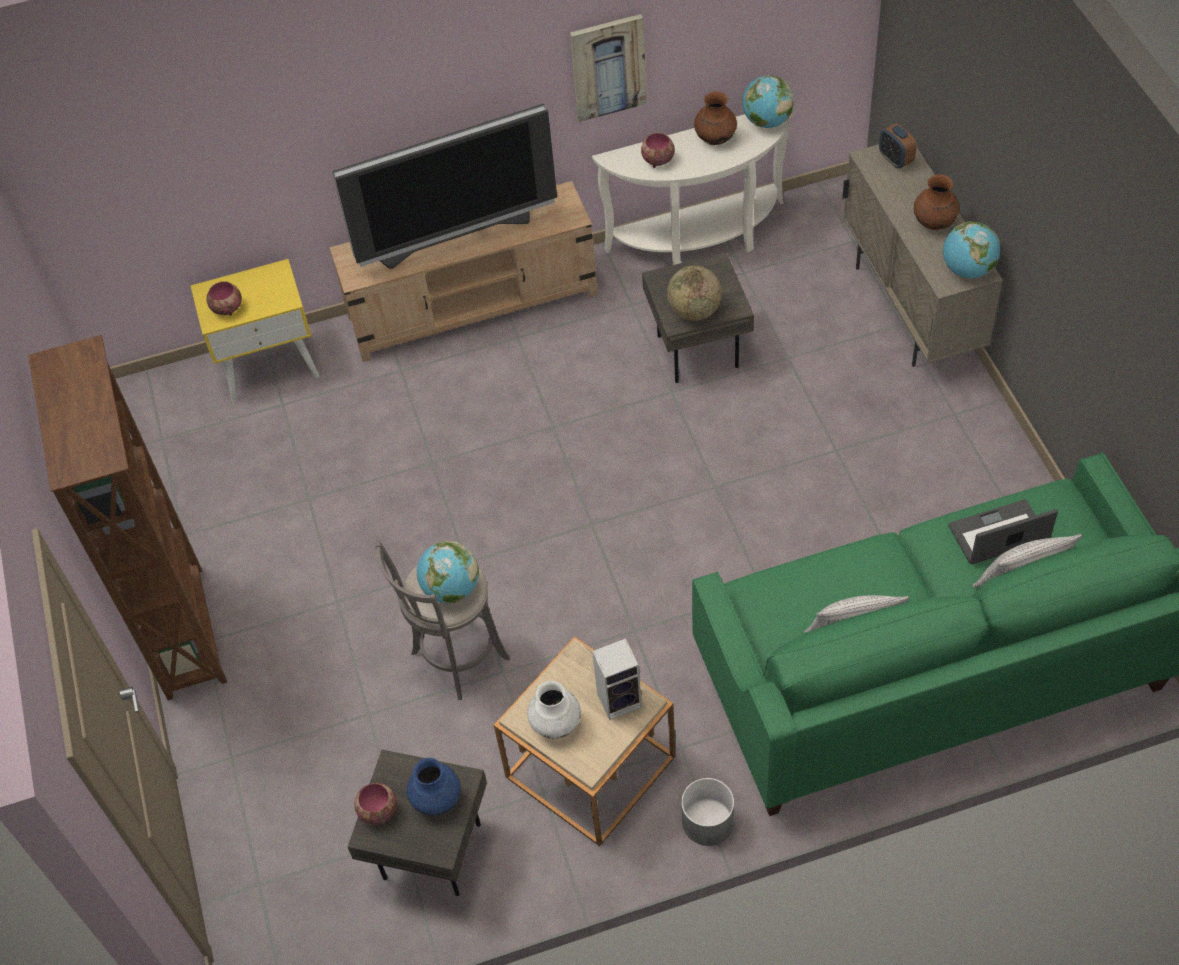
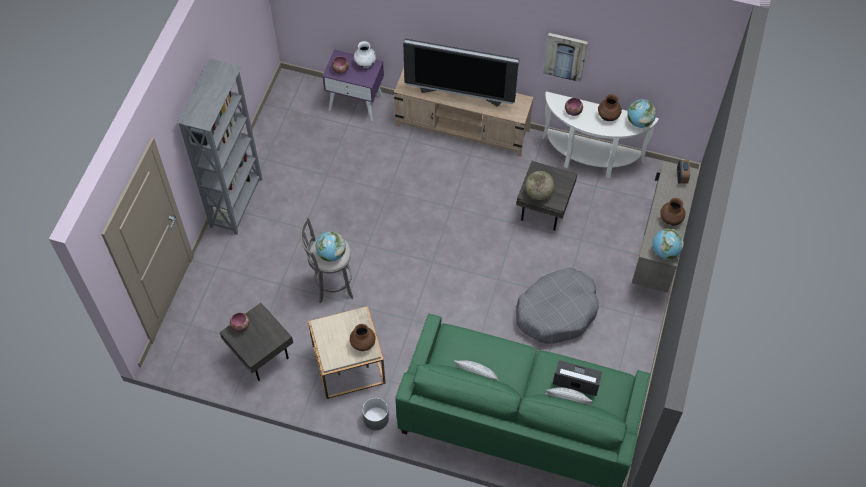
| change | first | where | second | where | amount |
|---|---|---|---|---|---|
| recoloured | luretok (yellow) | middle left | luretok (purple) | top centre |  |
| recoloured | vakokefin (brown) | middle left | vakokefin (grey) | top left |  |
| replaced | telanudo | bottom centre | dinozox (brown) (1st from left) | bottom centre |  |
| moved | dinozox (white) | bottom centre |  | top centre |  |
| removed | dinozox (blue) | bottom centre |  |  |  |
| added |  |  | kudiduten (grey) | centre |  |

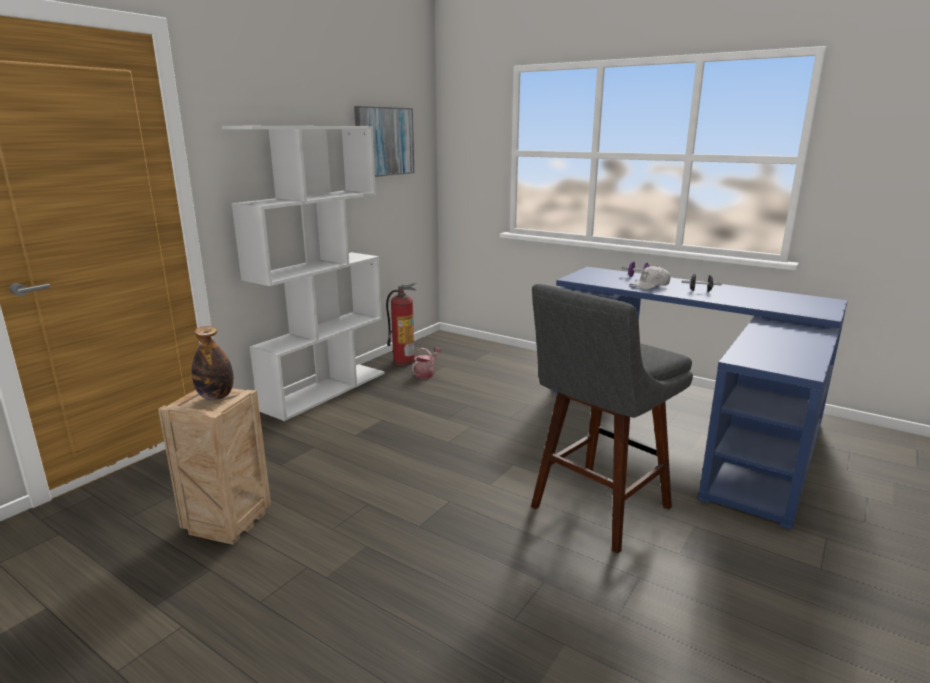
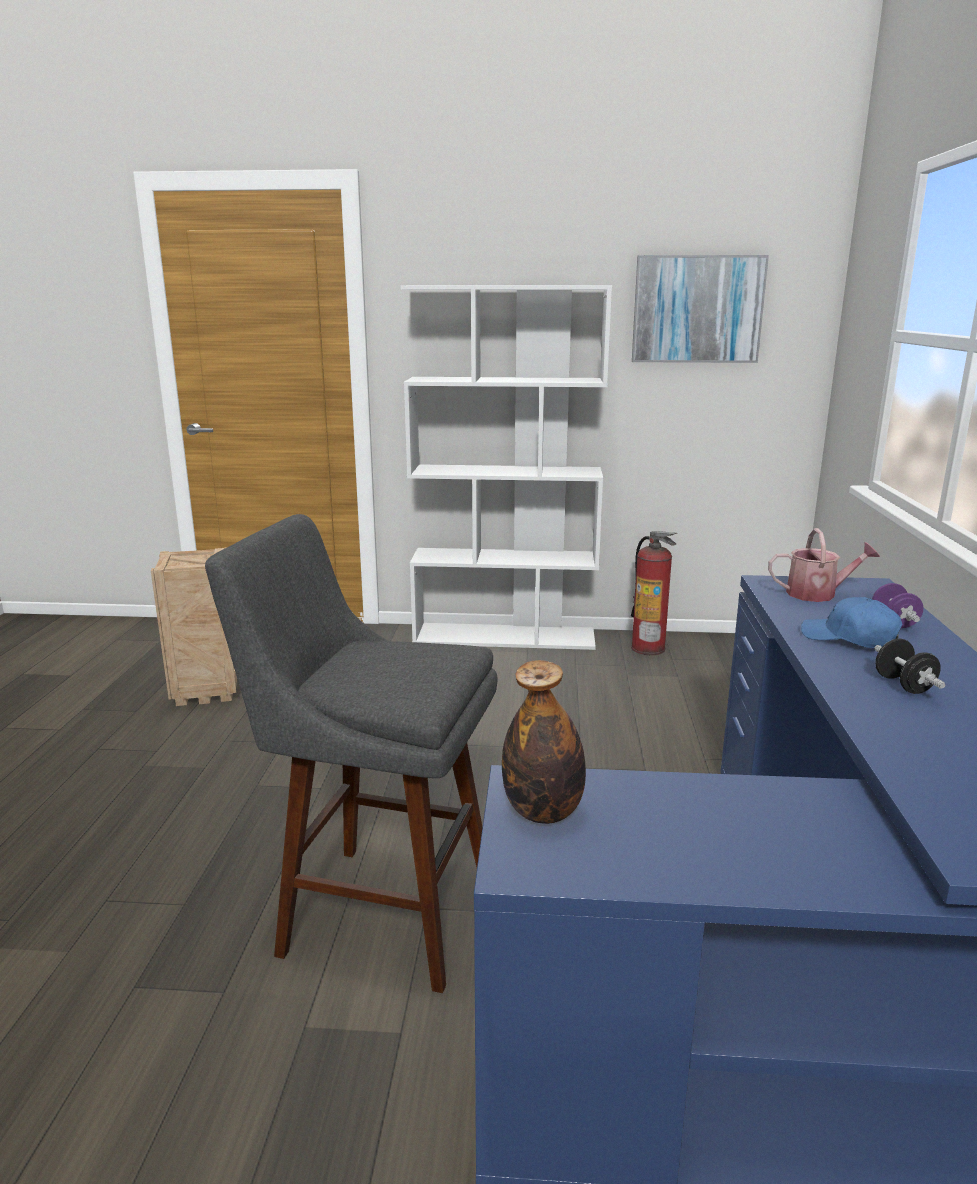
| change | first | where | second | where | amount |
|---|---|---|---|---|---|
| recoloured | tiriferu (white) | middle right | tiriferu (blue) | middle right |  |
| moved | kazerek | middle left |  | centre |  |
| moved | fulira | centre |  | middle right |  |

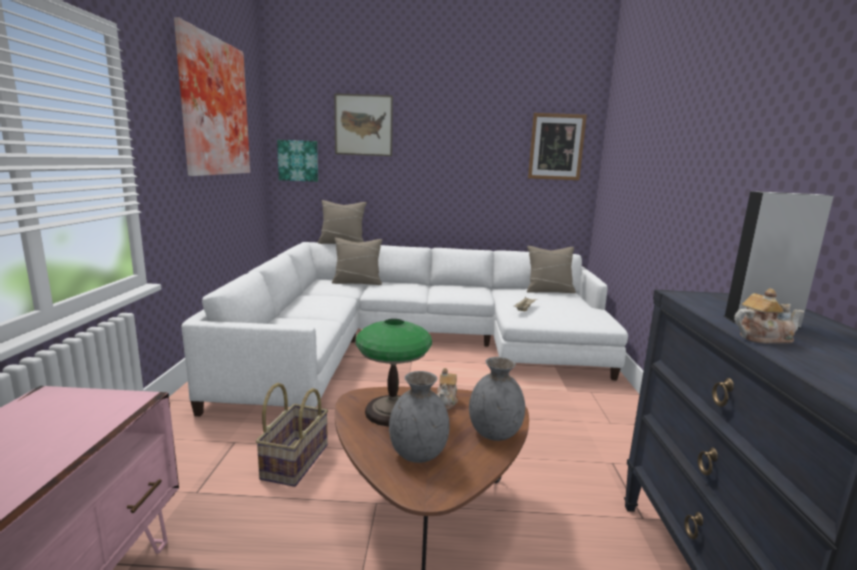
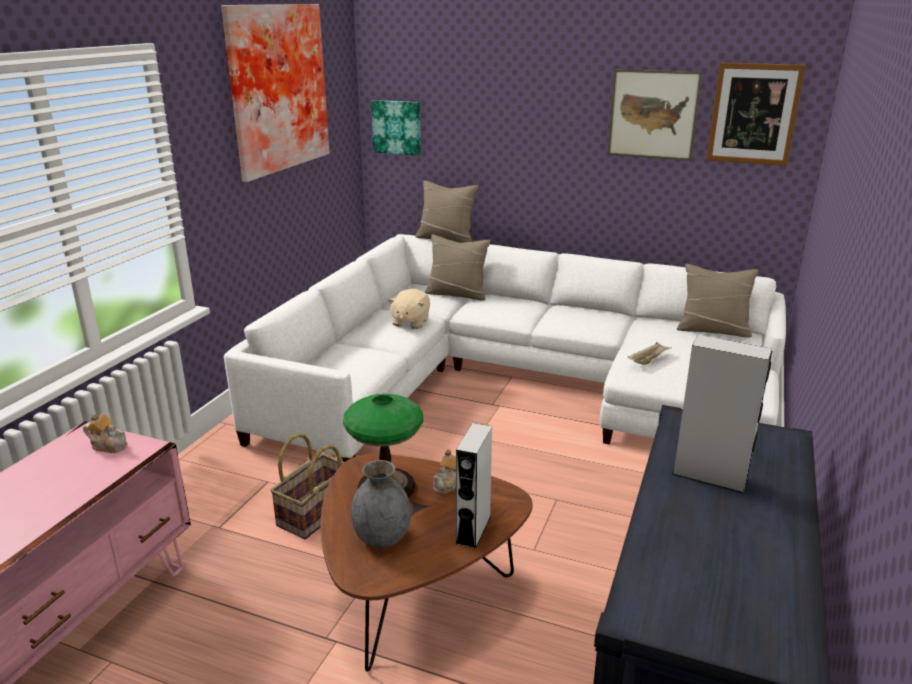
| change | first | where | second | where | amount |
|---|---|---|---|---|---|
| moved | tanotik (3rd from left) | top centre |  | top right |  |
| moved | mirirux (2nd from left in the first image) | middle right | mirirux (1st from left) | middle left |  |
| replaced | dinozox (grey) (2nd from left) | bottom centre | telanudo (grey) (1st from left) | bottom centre |  |
| added |  |  | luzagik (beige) | centre |  |

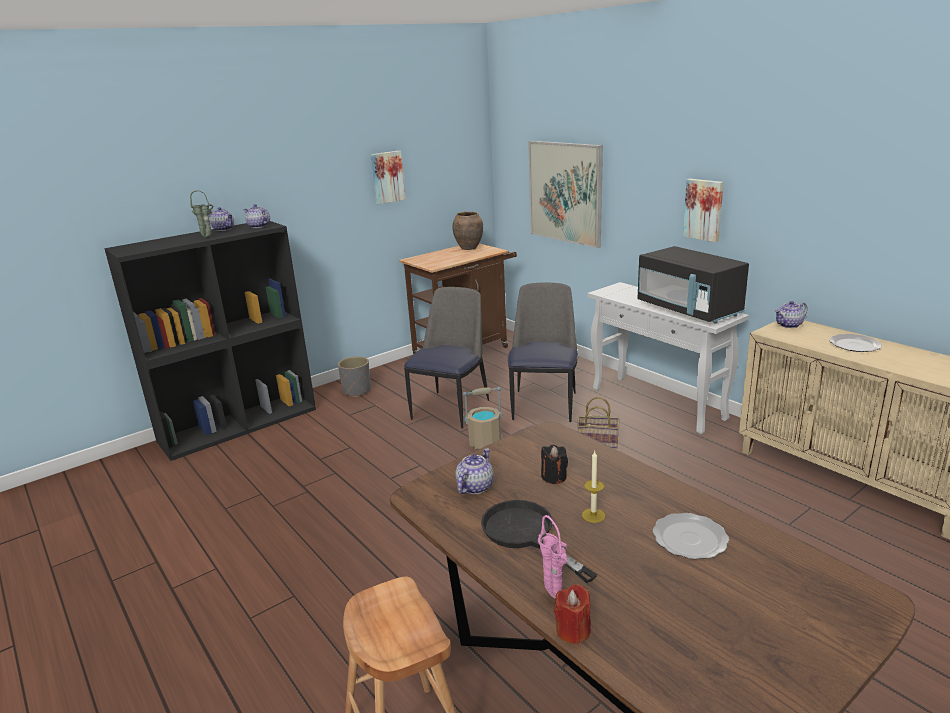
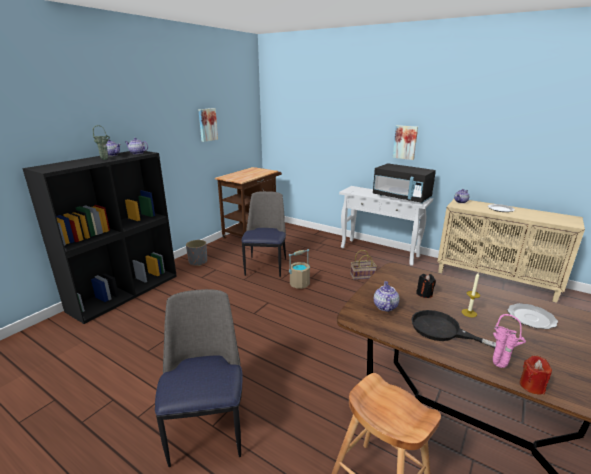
| change | first | where | second | where | amount |
|---|---|---|---|---|---|
| removed | tanotik (2nd from left) | top centre |  |  |  |
| removed | dinozox (brown) | top centre |  |  |  |
| moved | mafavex (2nd from left in the first image) | centre | mafavex (1st from left) | bottom centre |  |

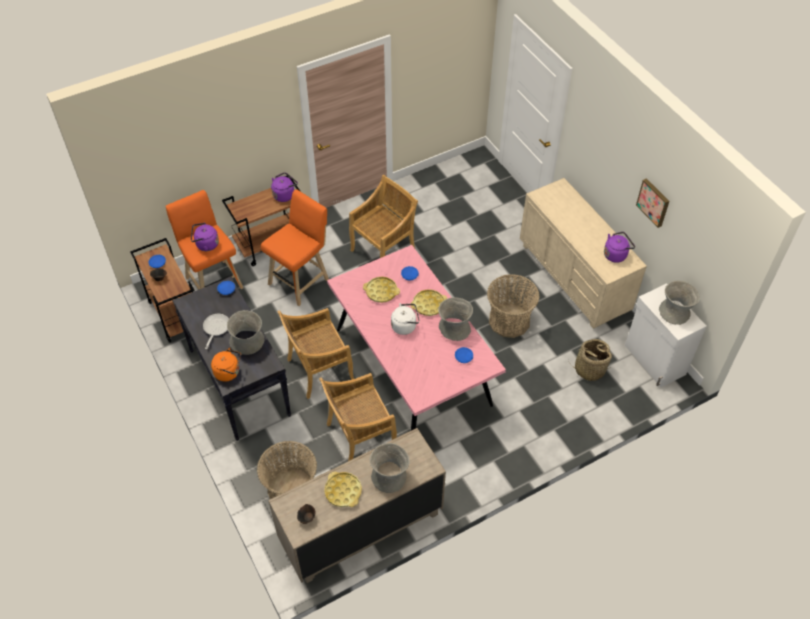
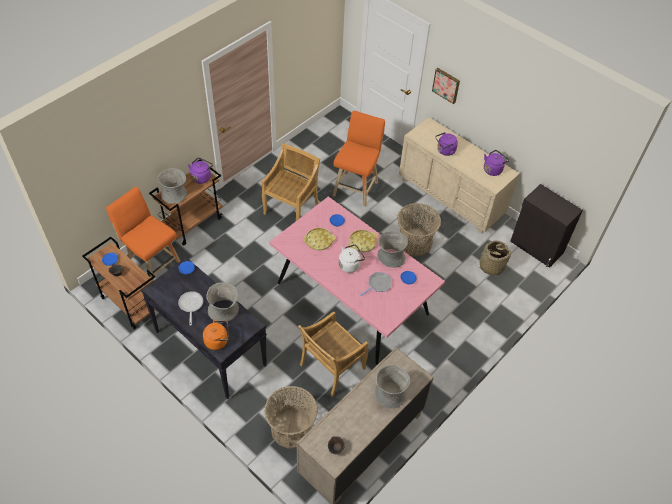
| change | first | where | second | where | amount |
|---|---|---|---|---|---|
| moved | tanotik | top right |  | top centre |  |
| moved | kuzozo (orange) (2nd from left) | centre |  | top centre |  |
| moved | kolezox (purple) (1st from left in the first image) | middle left | kolezox (purple) (2nd from left) | top centre |  |
| moved | dinozox (grey) (4th from left in the first image) | middle right | dinozox (grey) (1st from left) | middle left |  |
| recoloured | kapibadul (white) | middle right | kapibadul (black) | middle right |  |
| removed | mafavex (beige) (1st from left) | centre |  |  |  |
| removed | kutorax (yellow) (1st from left) | bottom centre |  |  |  |
| added |  |  | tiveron (2nd from left) | centre |  |

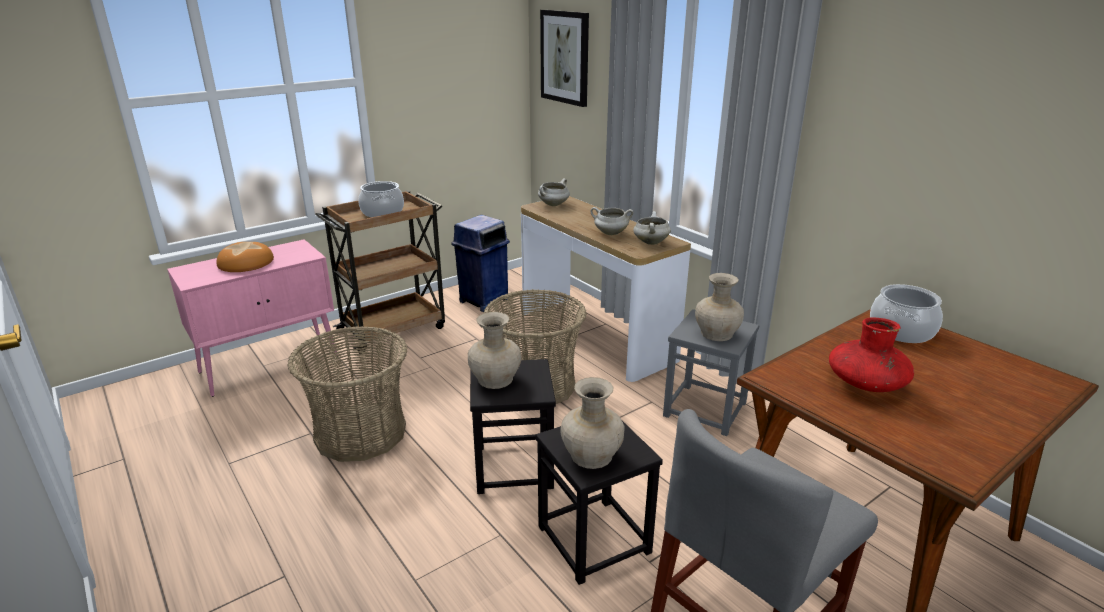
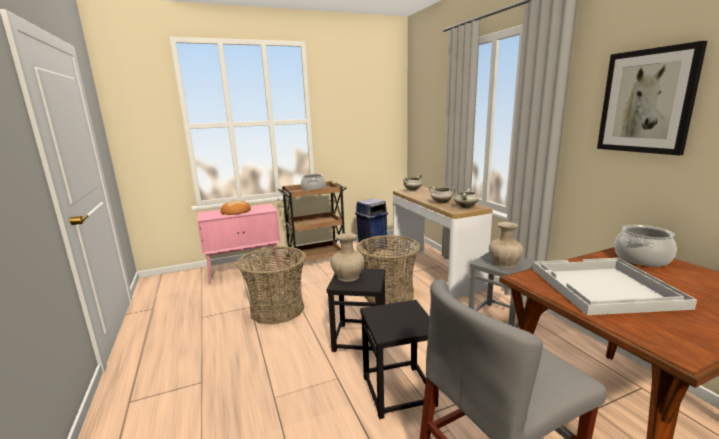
| change | first | where | second | where | amount |
|---|---|---|---|---|---|
| moved | tanotik | top centre |  | top right |  |
| replaced | dinozox (red) | middle right | kutorax (white) | middle right |  |
| removed | dinozox (beige) (2nd from left) | bottom centre |  |  |  |

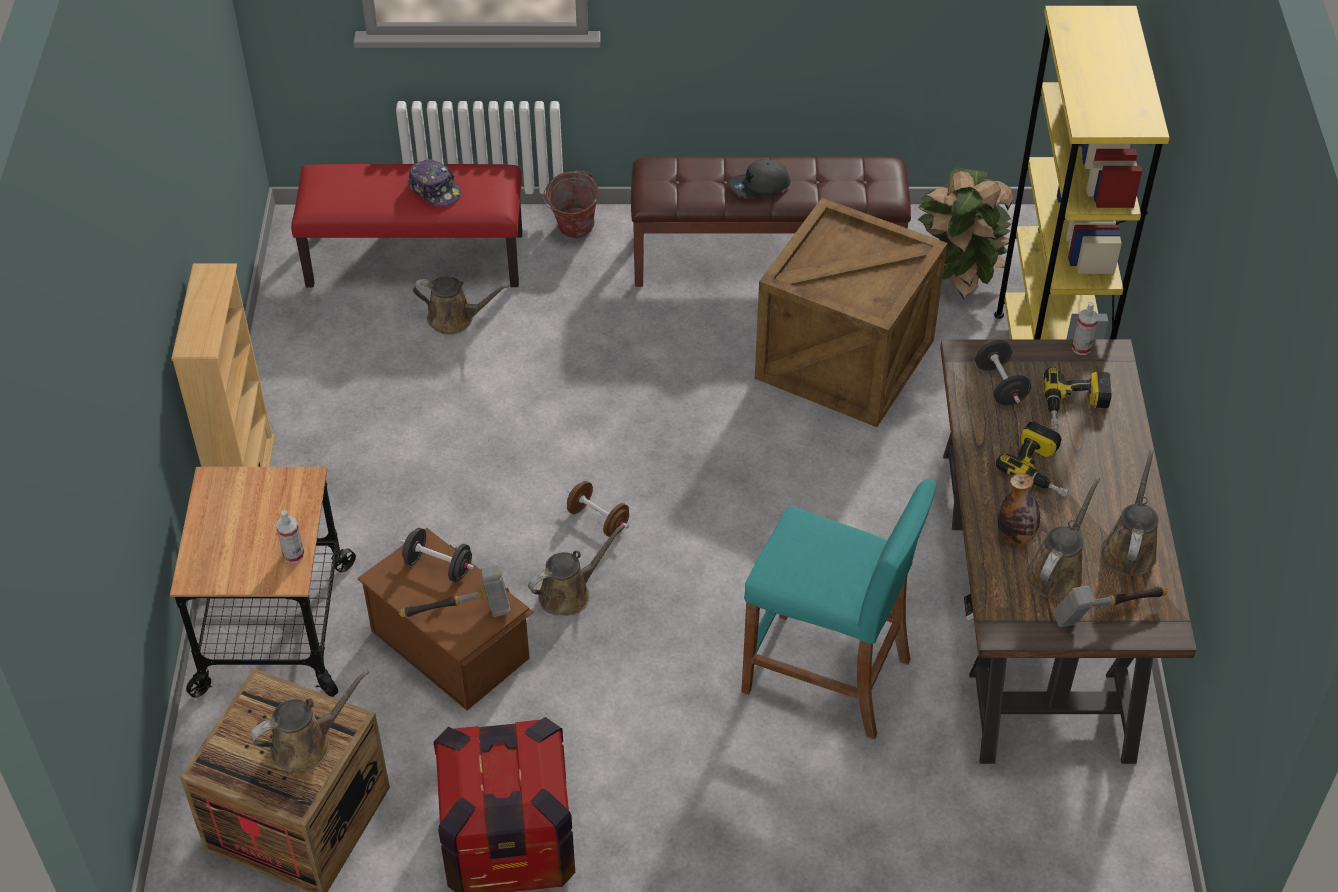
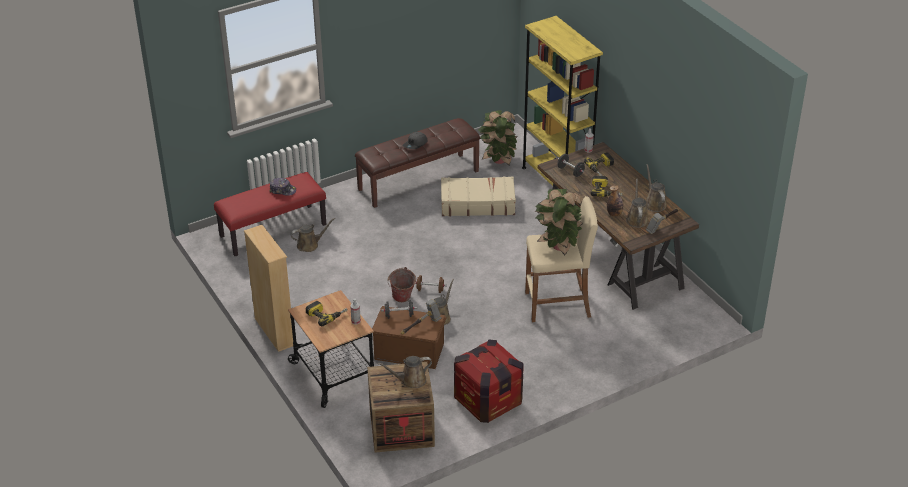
| change | first | where | second | where | amount |
|---|---|---|---|---|---|
| moved | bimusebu | top centre |  | centre |  |
| replaced | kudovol (3rd from left) | centre | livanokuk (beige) | centre |  |
| recoloured | kuzozo (turquoise) | bottom centre | kuzozo (beige) | centre |  |
| turned | fulira (brown) (1st from left in the first image) | bottom left | fulira (brown) (2nd from left) | bottom centre | 135 degrees counterclockwise |
| added |  |  | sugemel (2nd from left) | centre |  |
| added |  |  | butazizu (1st from left) | centre |  |

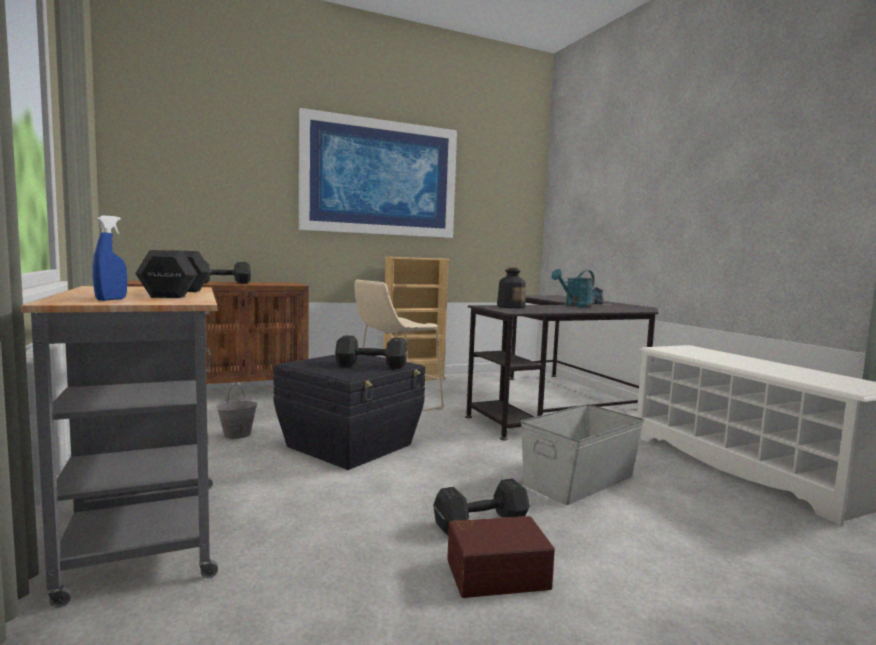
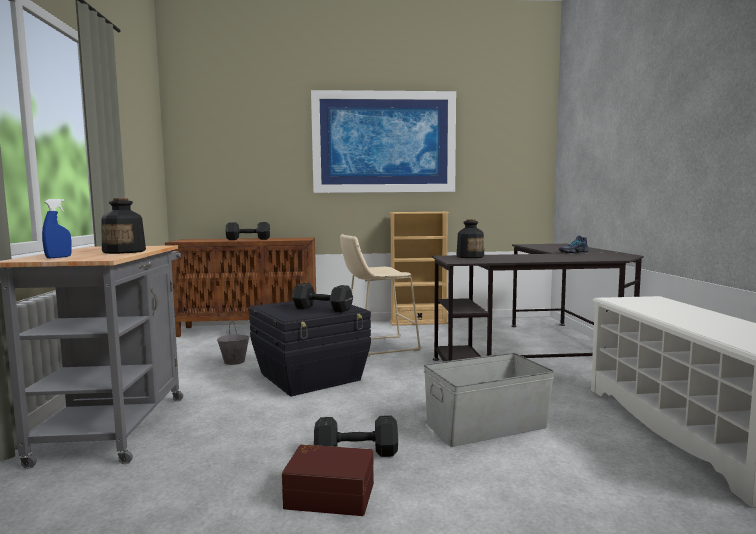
| change | first | where | second | where | amount |
|---|---|---|---|---|---|
| replaced | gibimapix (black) (1st from left) | middle left | kazerek (1st from left) | middle left |  |
| removed | fulira (turquoise) | centre |  |  |  |

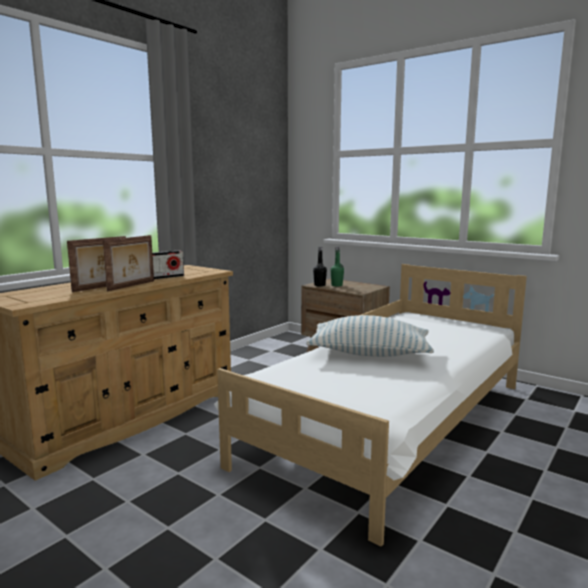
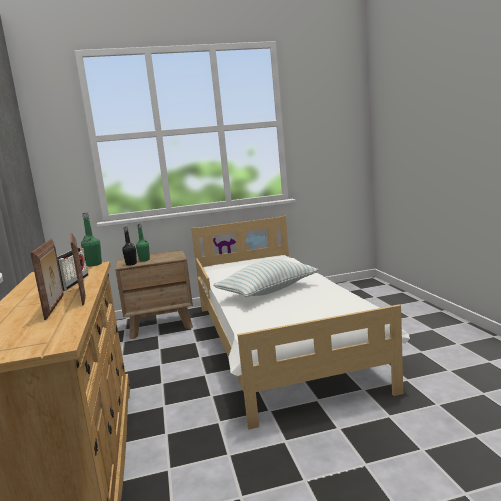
| change | first | where | second | where | amount |
|---|---|---|---|---|---|
| added |  |  | kazerek (green) (1st from left) | middle left |  |

